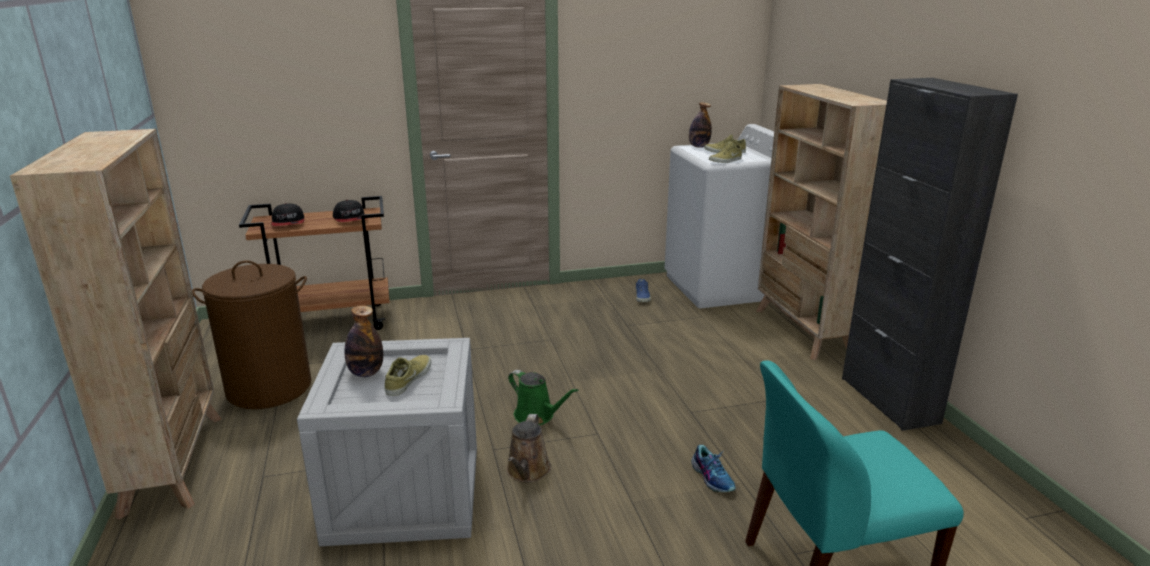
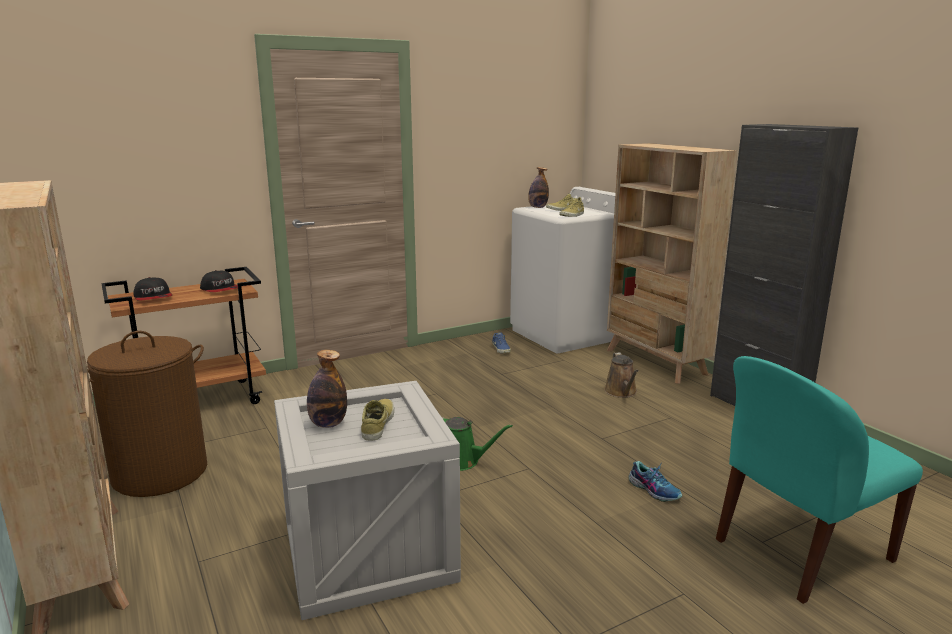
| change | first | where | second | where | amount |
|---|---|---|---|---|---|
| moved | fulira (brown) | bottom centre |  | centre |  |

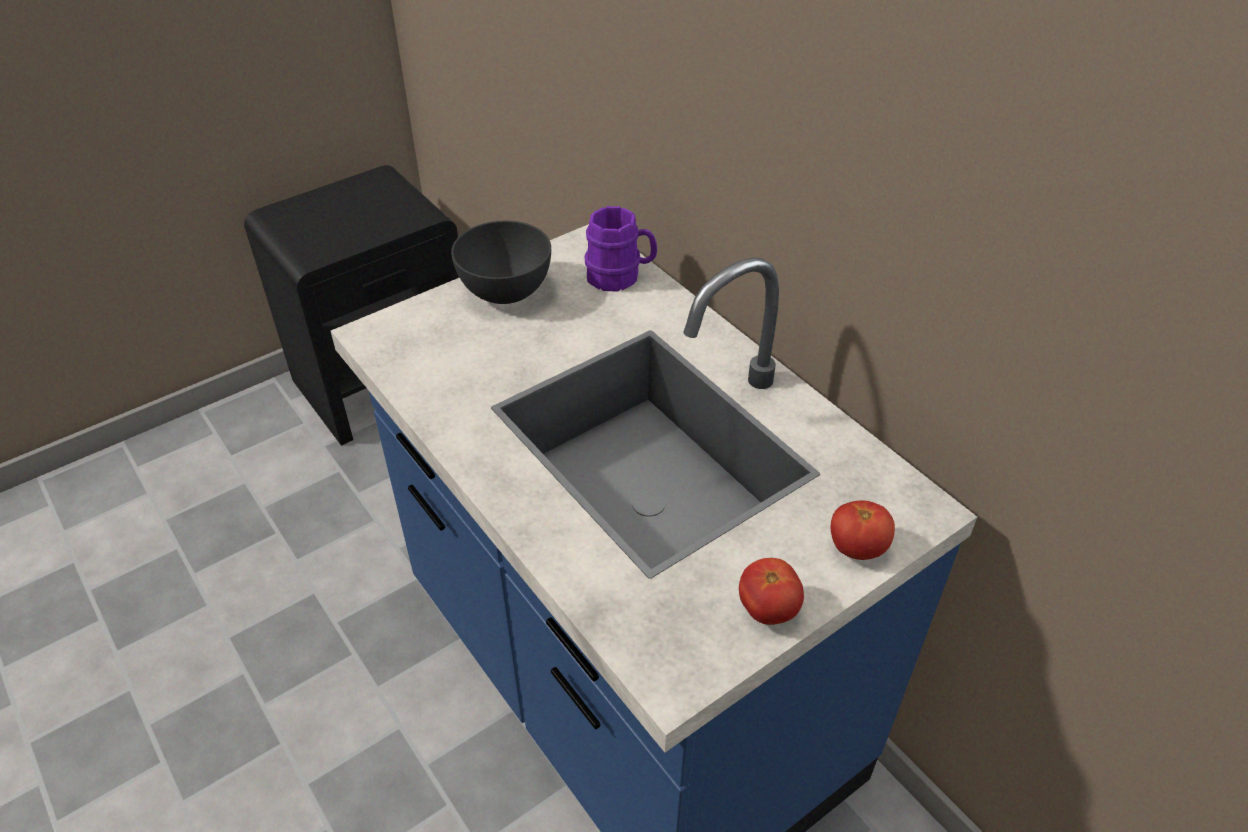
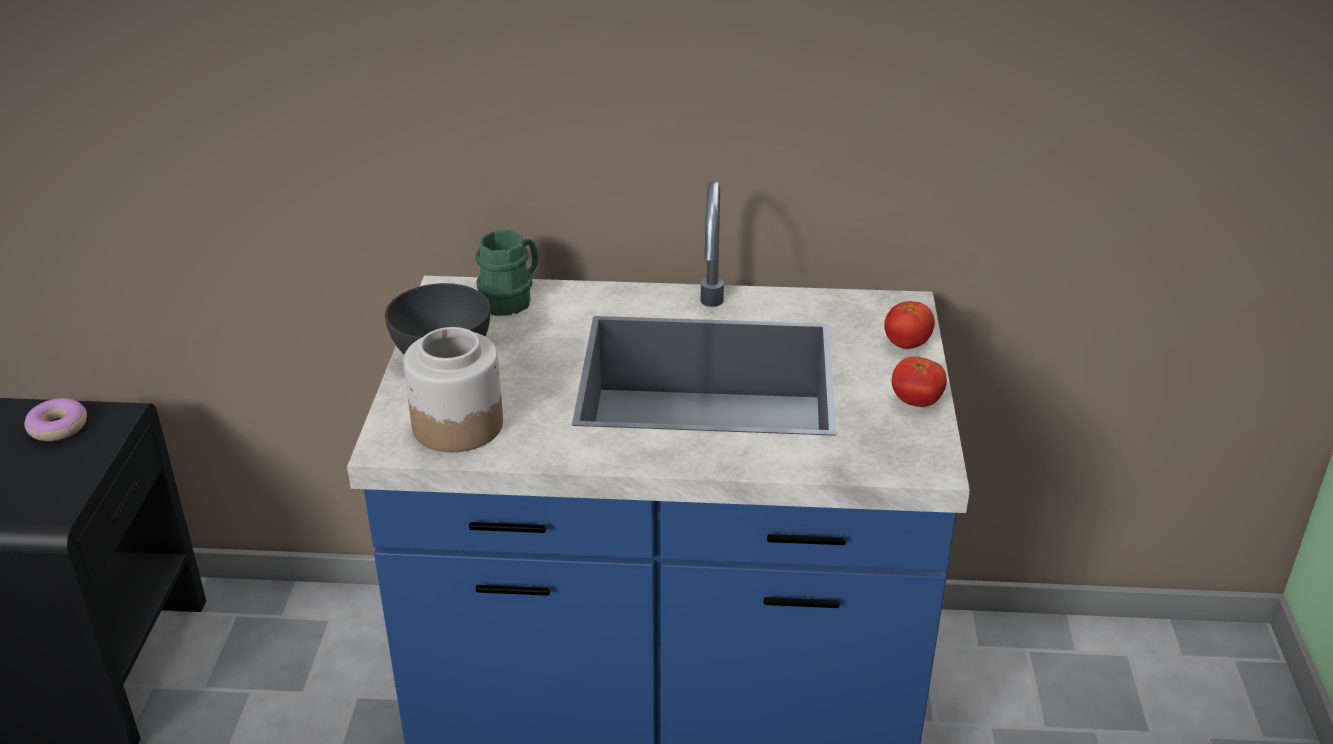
| change | first | where | second | where | amount |
|---|---|---|---|---|---|
| recoloured | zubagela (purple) | top centre | zubagela (green) | centre |  |
| added |  |  | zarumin | centre |  |
| added |  |  | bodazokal | middle left |  |

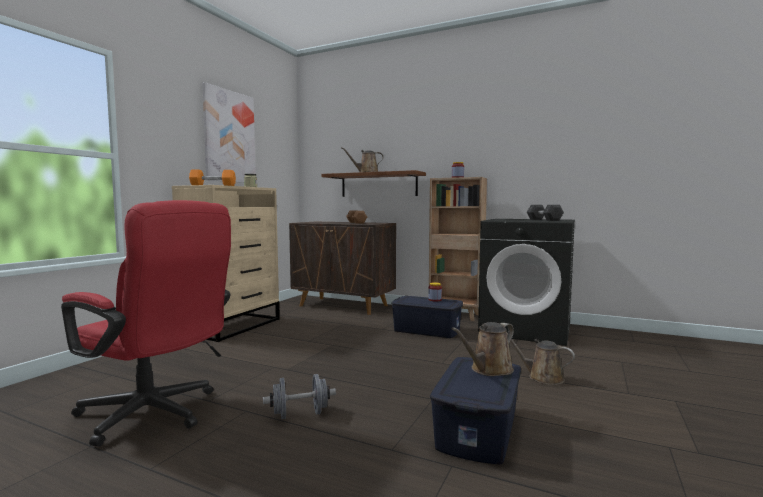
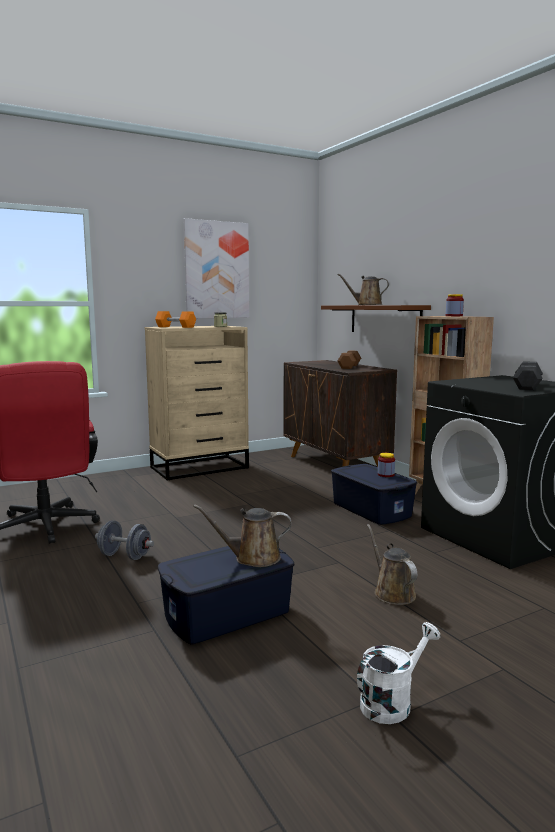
| change | first | where | second | where | amount |
|---|---|---|---|---|---|
| added |  |  | fulira (white) | bottom right |  |

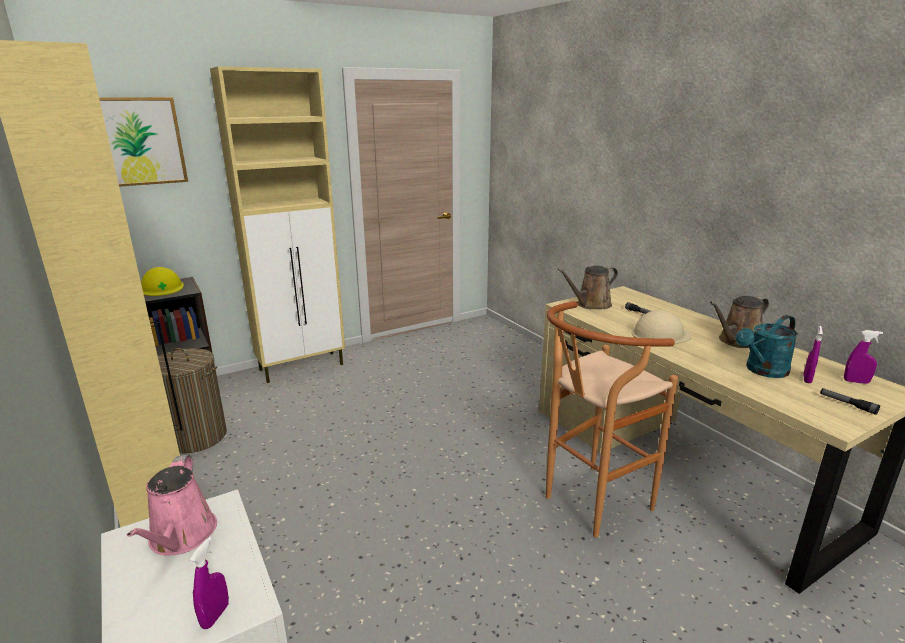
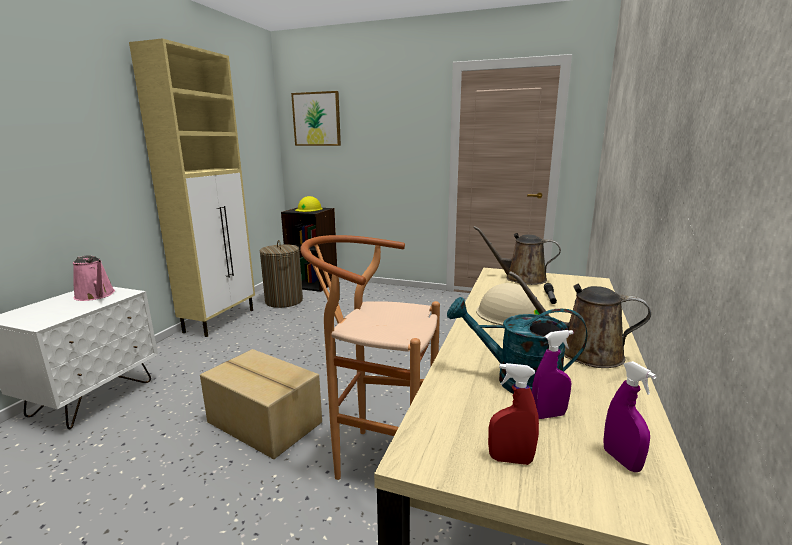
| change | first | where | second | where | amount |
|---|---|---|---|---|---|
| removed | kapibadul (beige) (2nd from left) | middle left |  |  |  |
| replaced | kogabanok (2nd from left) | middle right | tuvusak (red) | bottom centre |  |
| turned | fulira (pink) | bottom left |  | middle left | 90 degrees counterclockwise |
| removed | tuvusak (purple) (1st from left) | bottom left |  |  |  |
| added |  |  | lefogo | bottom left |  |

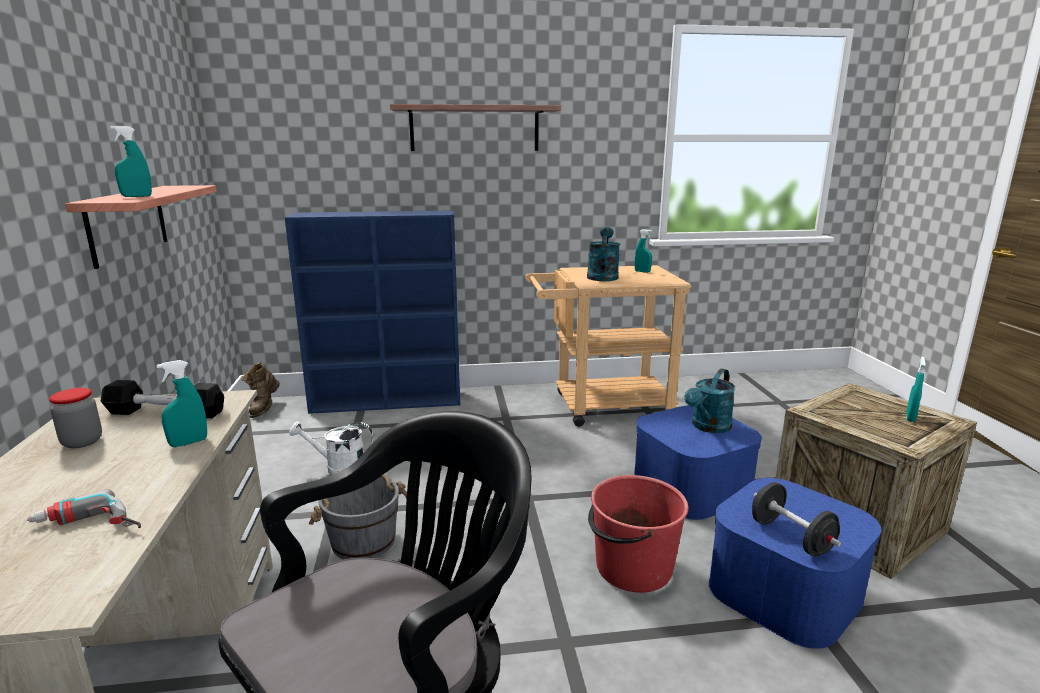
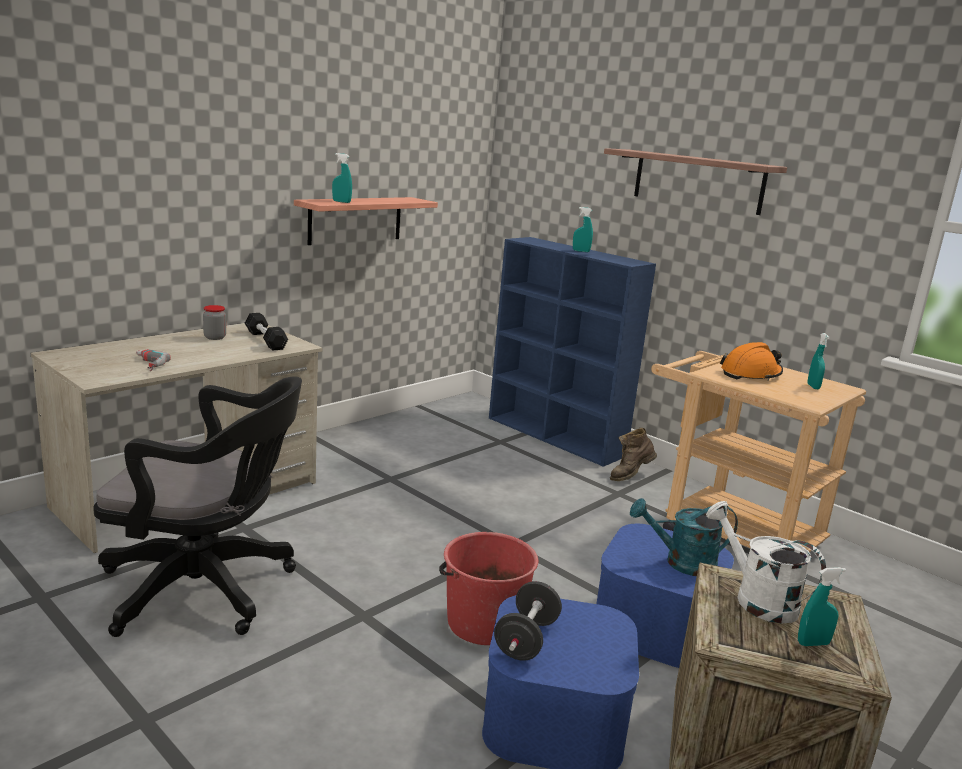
| change | first | where | second | where | amount |
|---|---|---|---|---|---|
| replaced | fulira (turquoise) (1st from left) | centre | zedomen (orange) | middle right |  |
| moved | tuvusak (turquoise) (2nd from left) | middle left |  | top centre |  |
| moved | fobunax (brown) | middle left |  | centre |  |
| moved | fulira (white) | middle left |  | bottom right |  |
| removed | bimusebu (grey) | bottom centre |  |  |  |

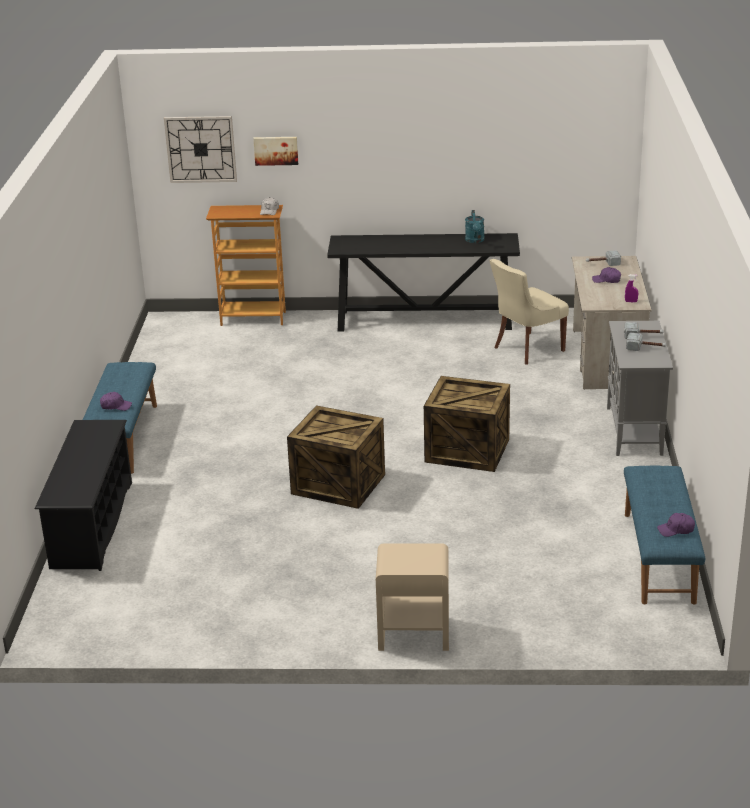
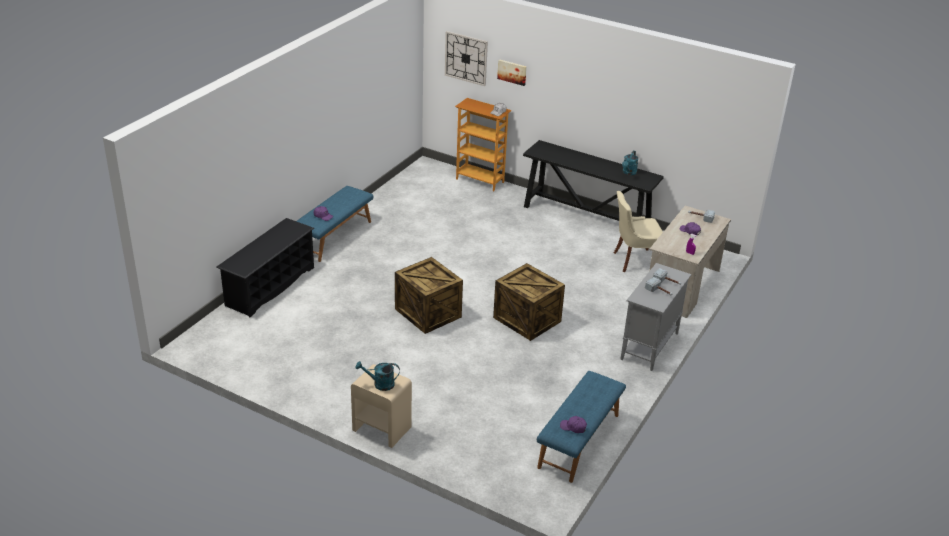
| change | first | where | second | where | amount |
|---|---|---|---|---|---|
| added |  |  | fulira (turquoise) (1st from left) | bottom centre |  |

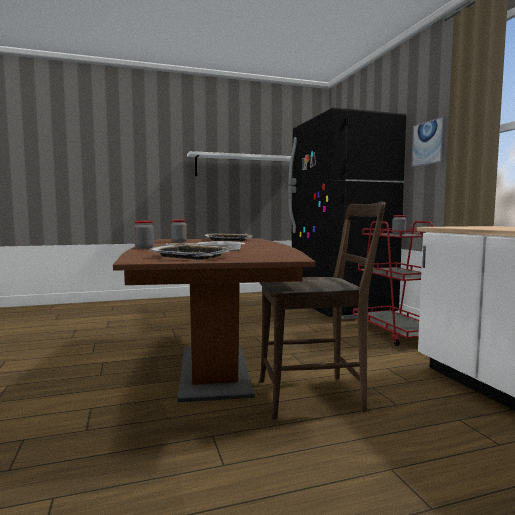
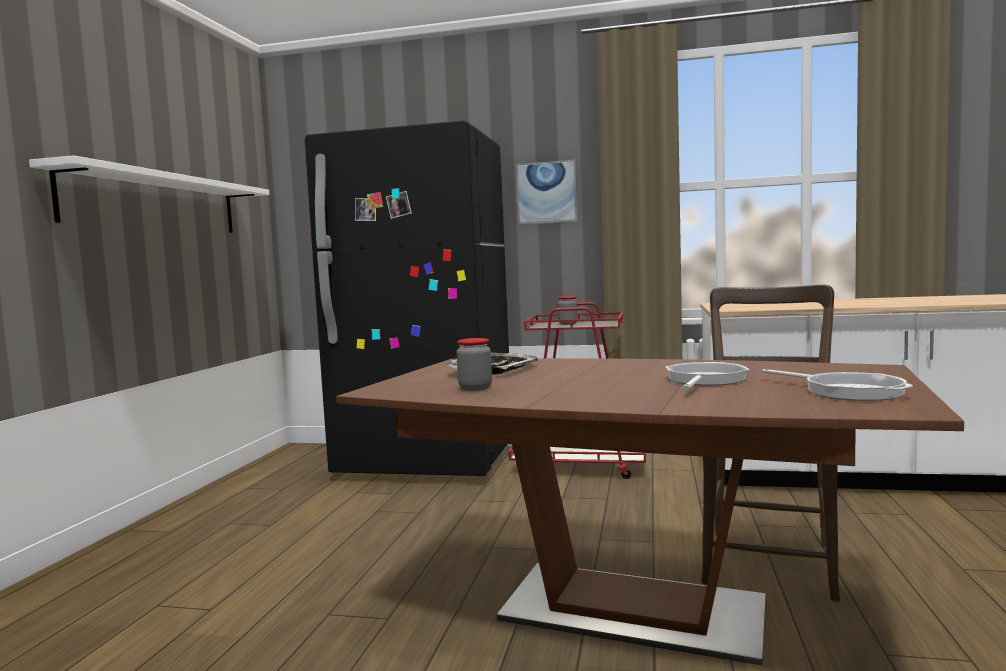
| change | first | where | second | where | amount |
|---|---|---|---|---|---|
| removed | zarumin (1st from left) | middle left |  |  |  |
| replaced | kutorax (1st from left) | centre | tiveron (2nd from left) | middle right |  |

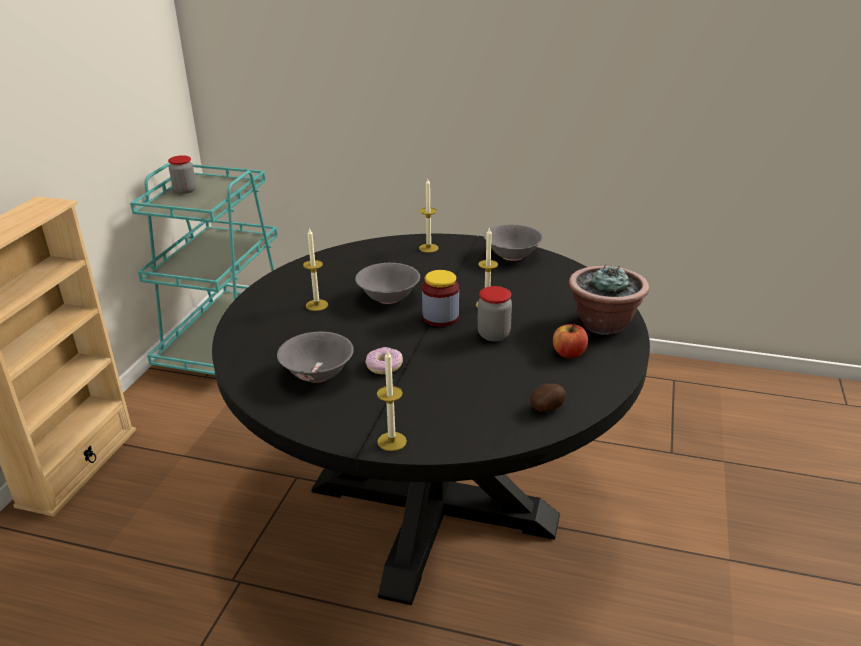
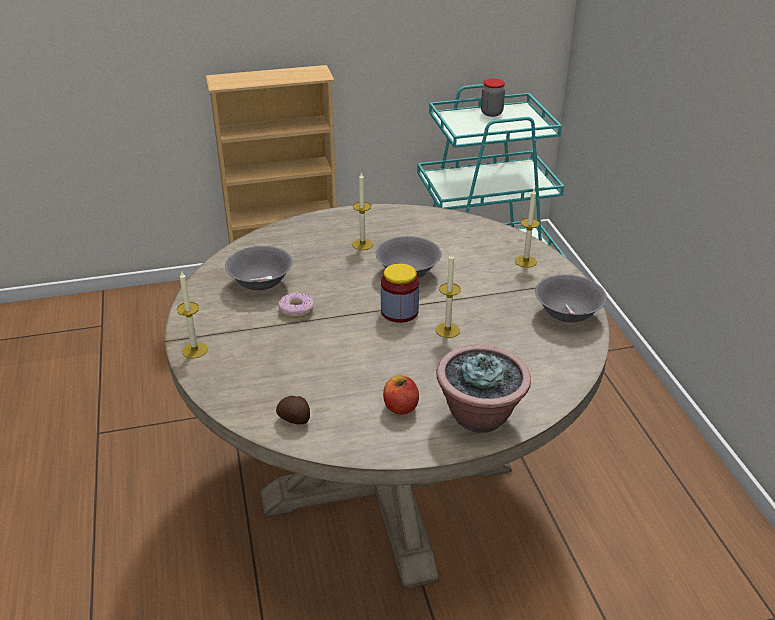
| change | first | where | second | where | amount |
|---|---|---|---|---|---|
| recoloured | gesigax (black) | centre | gesigax (beige) | centre |  |
| removed | zarumin (3rd from left) | centre |  |  |  |

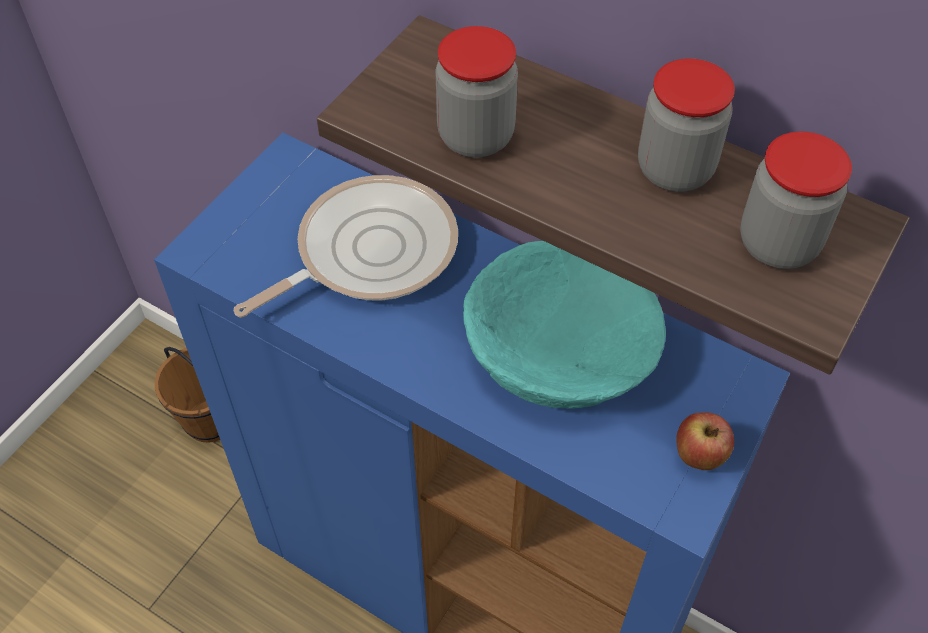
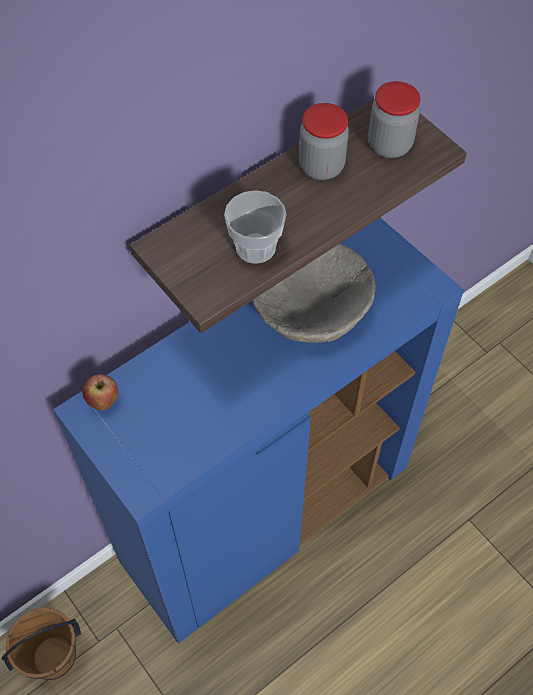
| change | first | where | second | where | amount |
|---|---|---|---|---|---|
| replaced | zarumin (1st from left) | top centre | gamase | top centre |  |
| removed | tiveron | centre |  |  |  |
| recoloured | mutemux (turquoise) | centre | mutemux (beige) | centre |  |
| moved | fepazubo | bottom right |  | middle left |  |

